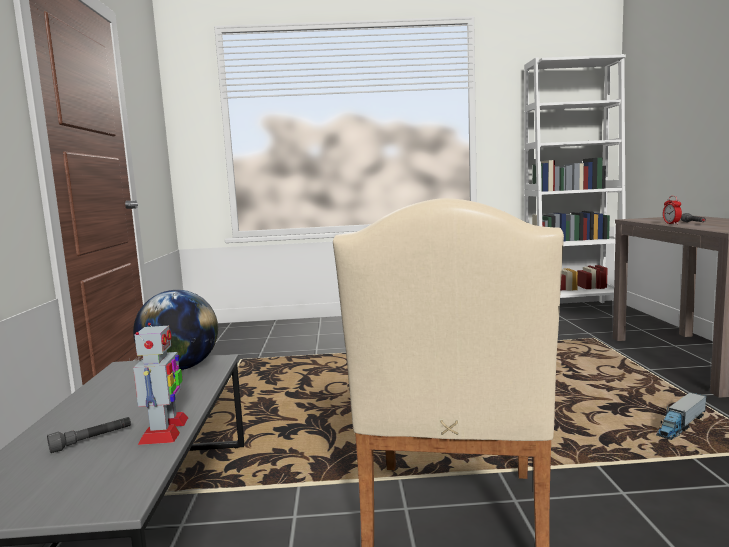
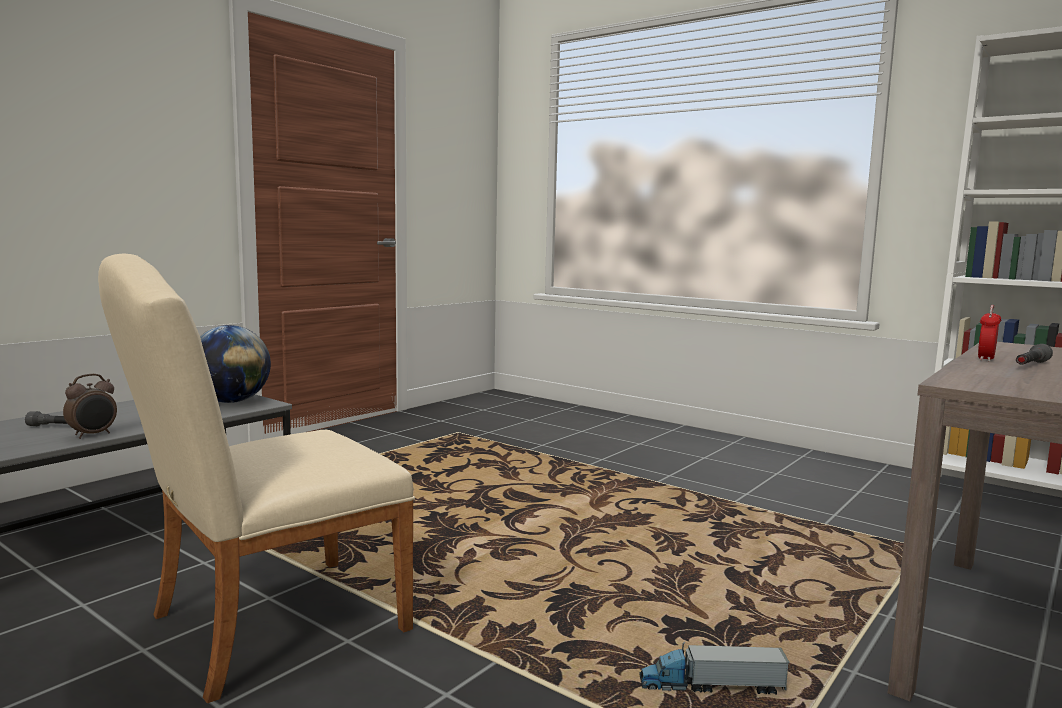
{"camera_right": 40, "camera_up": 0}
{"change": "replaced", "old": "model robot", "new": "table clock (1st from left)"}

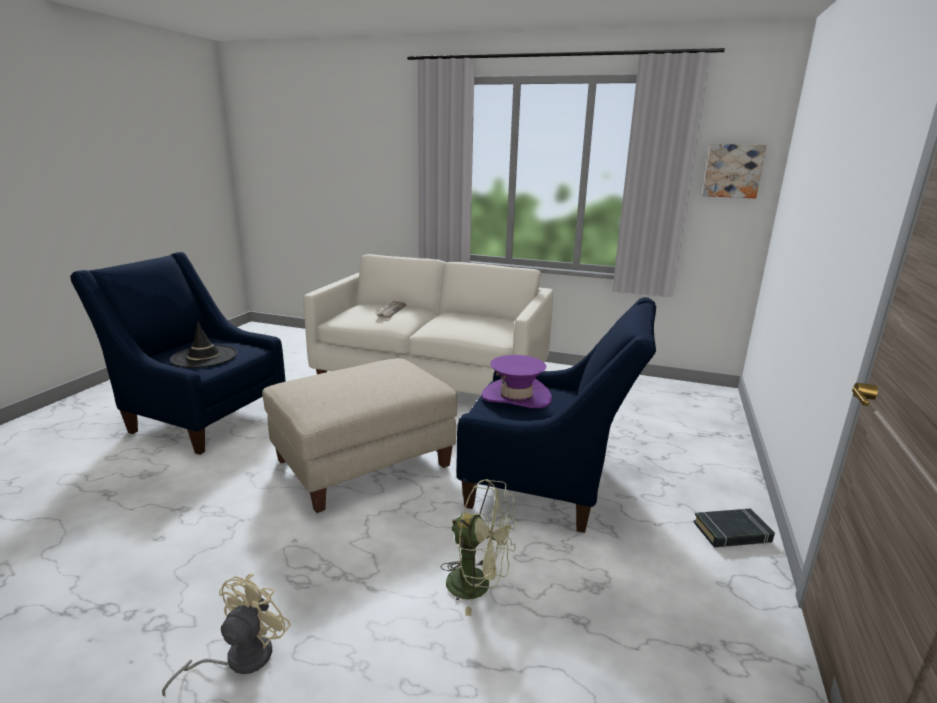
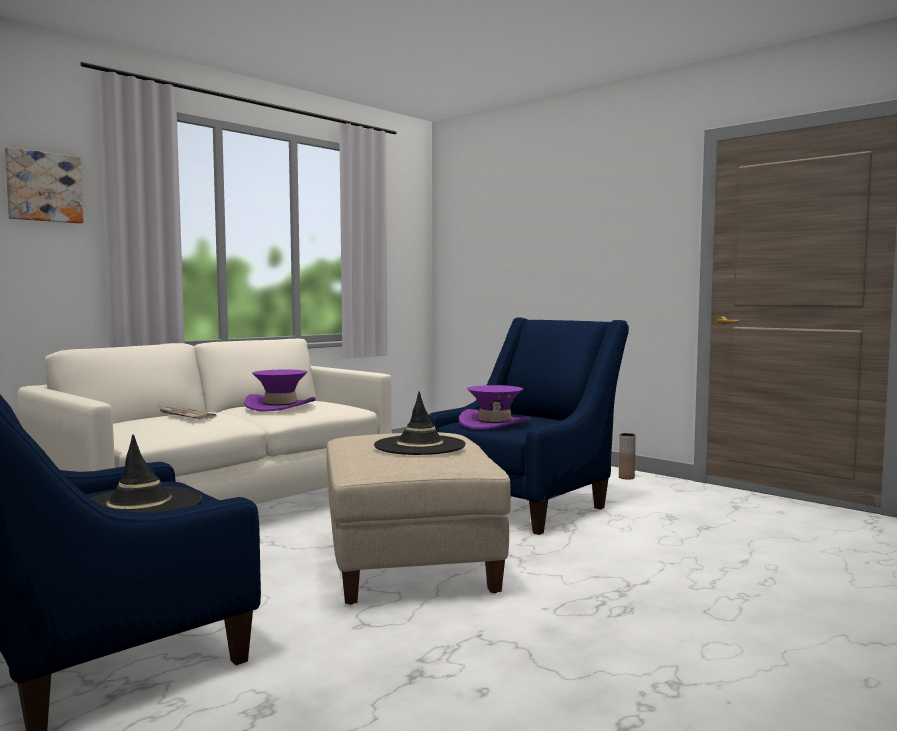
{"camera_right": -65, "camera_up": -15}
{"change": "removed", "old": "cooling fan/sand-coloured"}
{"change": "removed", "old": "cooling fan/greenish"}
{"change": "replaced", "old": "bound book/black", "new": "vase/brown"}
{"change": "moved", "old": "wall picture"}
{"change": "added", "new": "clothing hat/purple-coloured (1st from left)"}
{"change": "added", "new": "clothing hat/black (2nd from left)"}

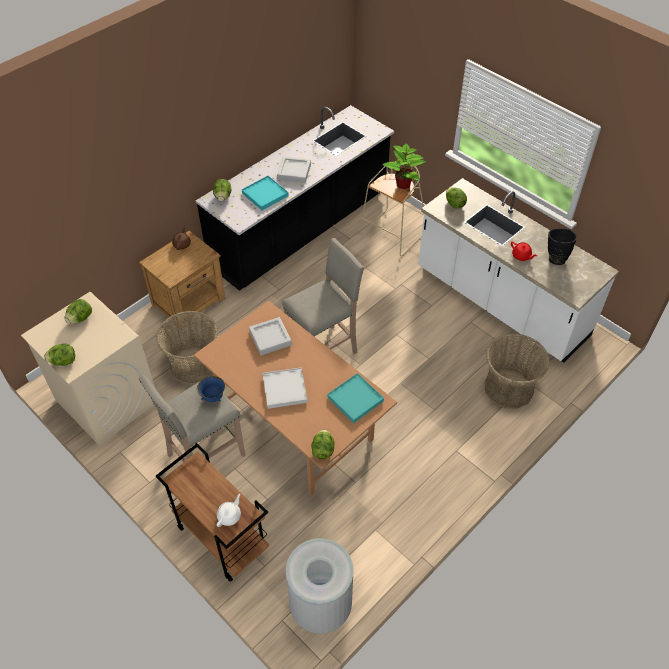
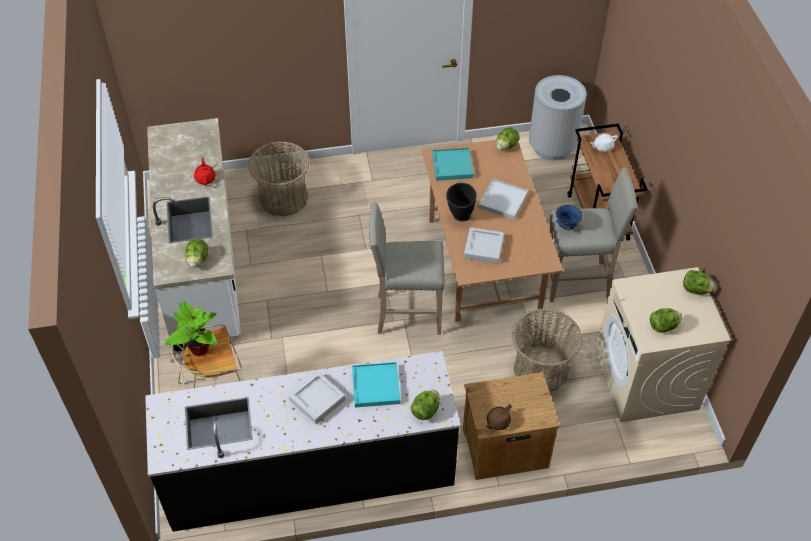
{"camera_right": -145, "camera_up": 0}
{"change": "moved", "old": "vase/black"}

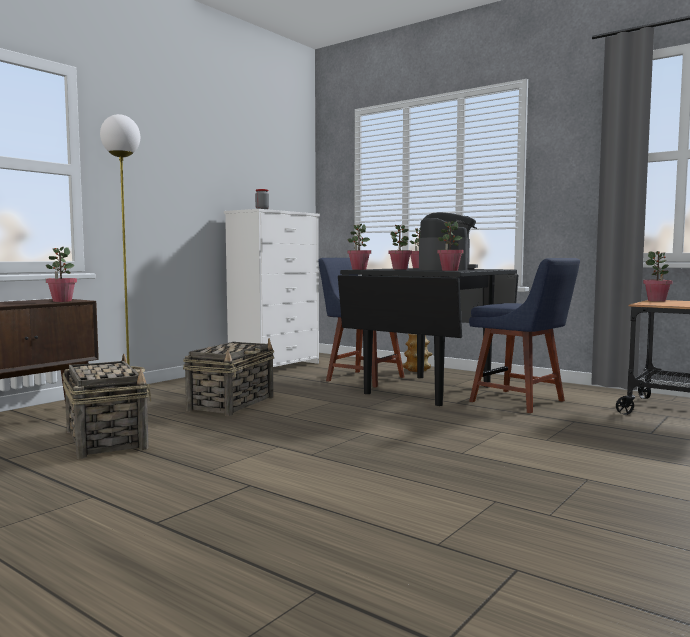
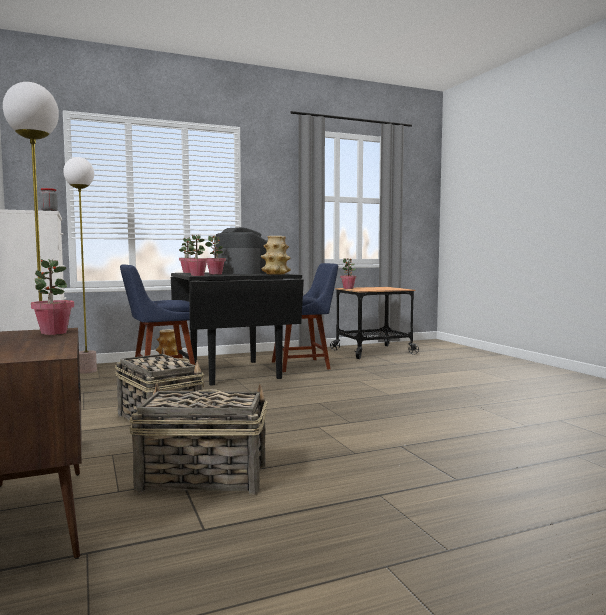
{"camera_right": -60, "camera_up": 0}
{"change": "replaced", "old": "potted plant (5th from left)", "new": "vase (2nd from left)"}
{"change": "added", "new": "floor lamp (2nd from left)"}

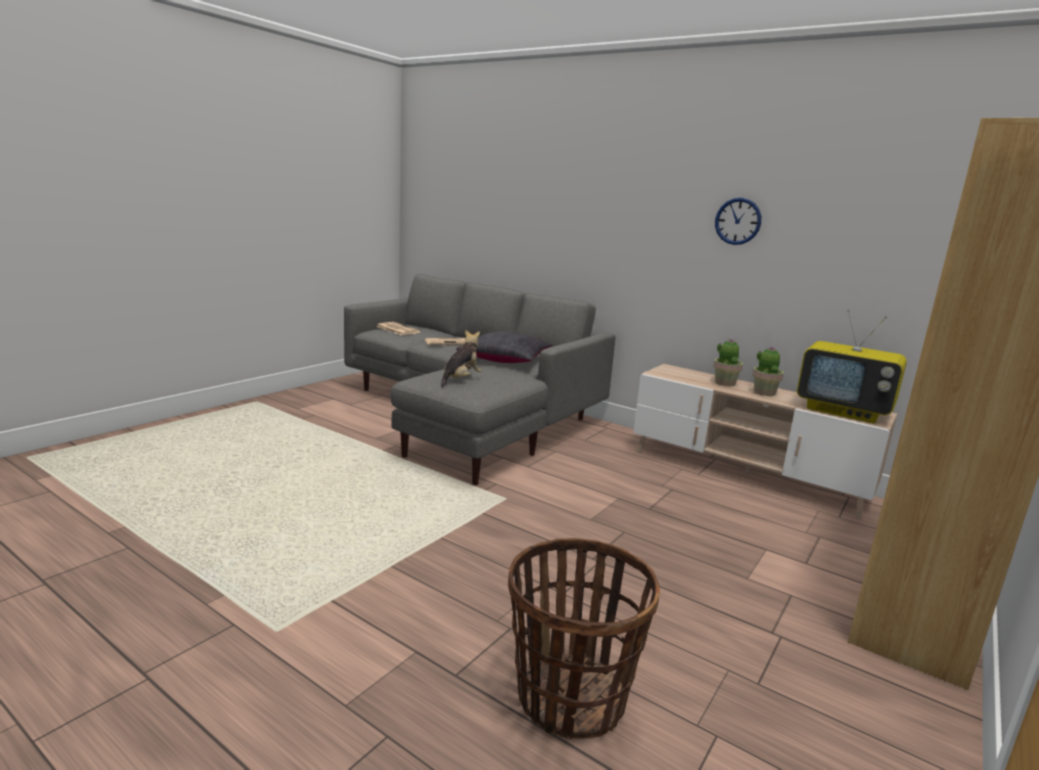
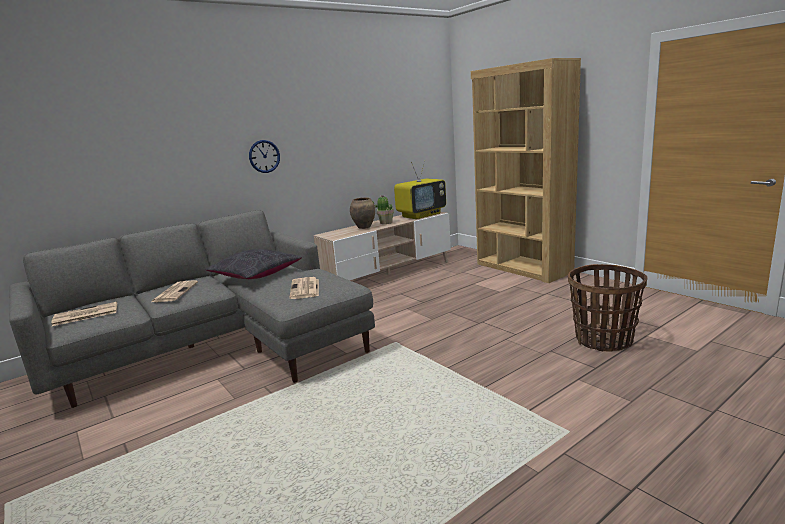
{"camera_right": -70, "camera_up": 0}
{"change": "replaced", "old": "plush toy", "new": "newspaper (3rd from left)"}
{"change": "replaced", "old": "potted plant (1st from left)", "new": "vase/brown"}
{"change": "moved", "old": "wall clock"}

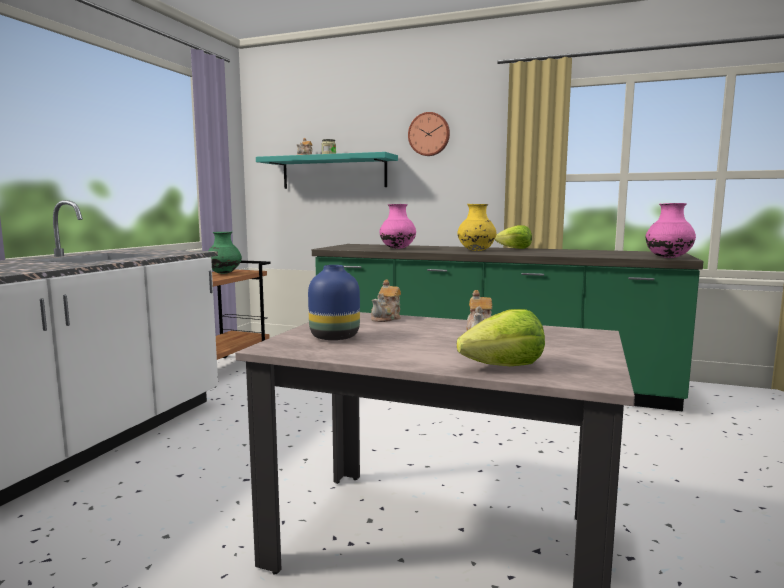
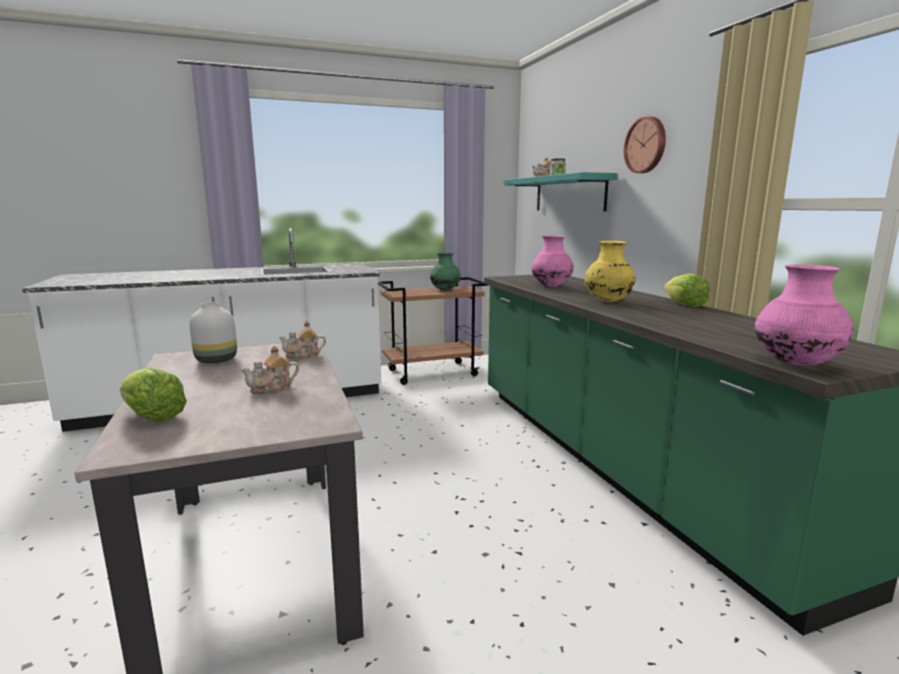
{"camera_right": 50, "camera_up": 5}
{"change": "recoloured", "old": "vase/blue-coloured", "new": "vase/white"}

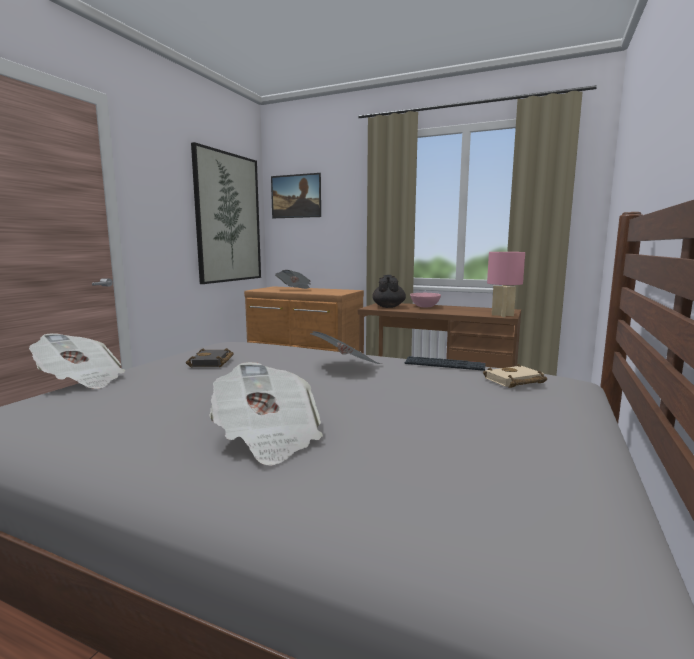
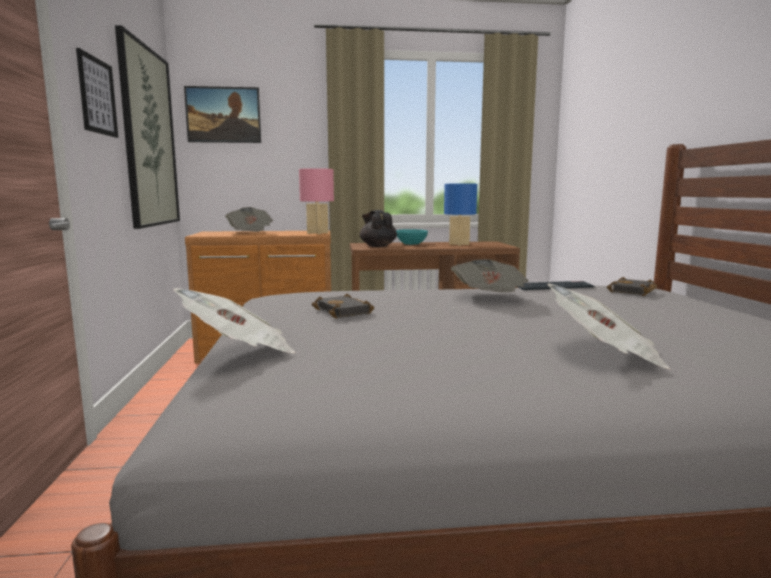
{"camera_right": -30, "camera_up": 0}
{"change": "recoloured", "old": "serving bowl/pink", "new": "serving bowl/turquoise-coloured"}
{"change": "recoloured", "old": "bound book/sand-coloured", "new": "bound book/black (2nd from left)"}
{"change": "moved", "old": "tabletop lamp/pink"}
{"change": "added", "new": "wall picture (1st from left)"}
{"change": "added", "new": "tabletop lamp/blue-coloured"}

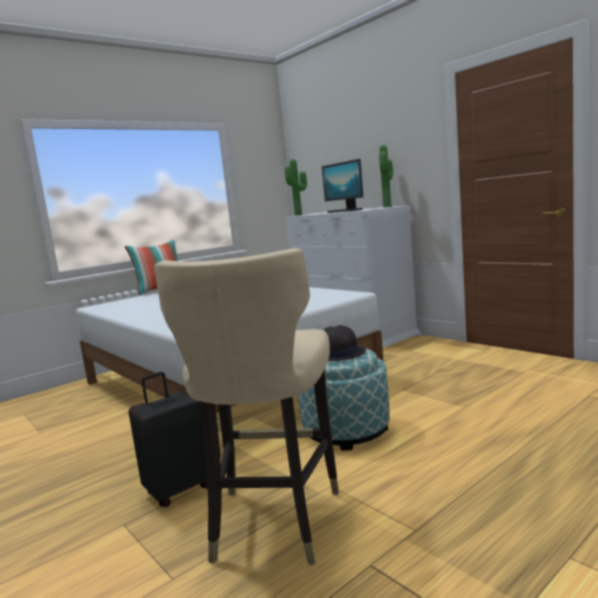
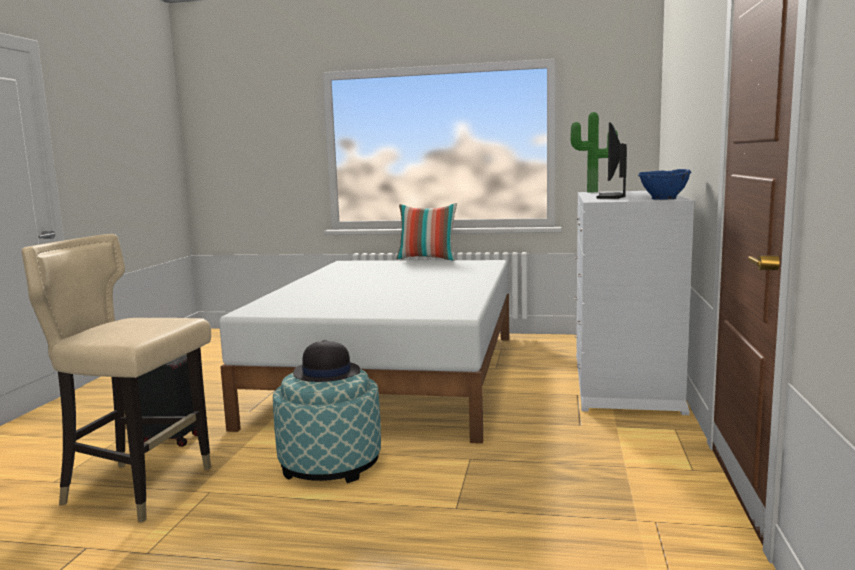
{"camera_right": 50, "camera_up": 0}
{"change": "turned", "old": "upright chair/sand-coloured", "degrees": 45}
{"change": "replaced", "old": "potted plant (2nd from left)", "new": "serving bowl/blue-coloured"}

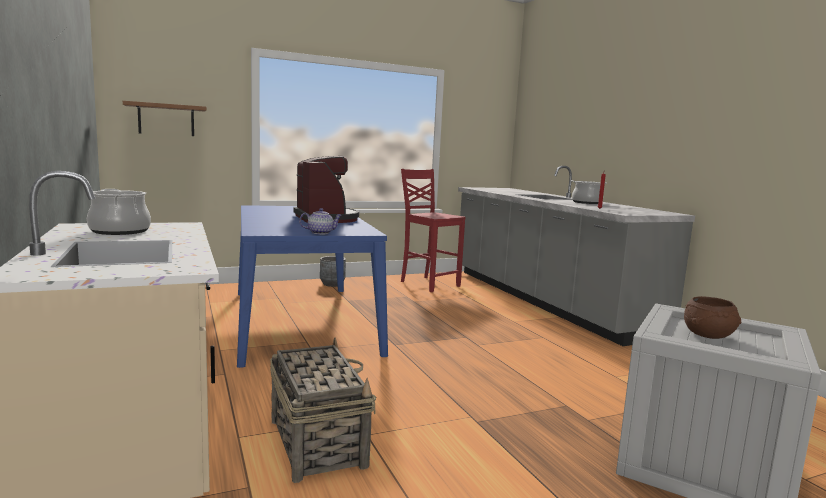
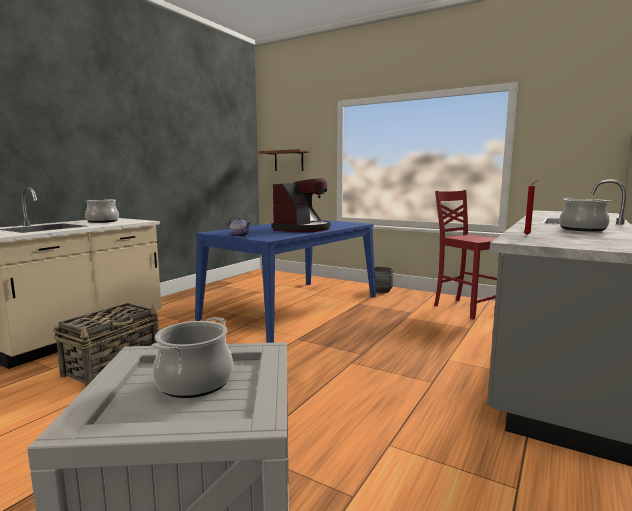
{"camera_right": 55, "camera_up": 0}
{"change": "turned", "old": "upright chair/red-coloured", "degrees": -45}
{"change": "replaced", "old": "serving bowl/brown", "new": "stockpot (2nd from left)"}

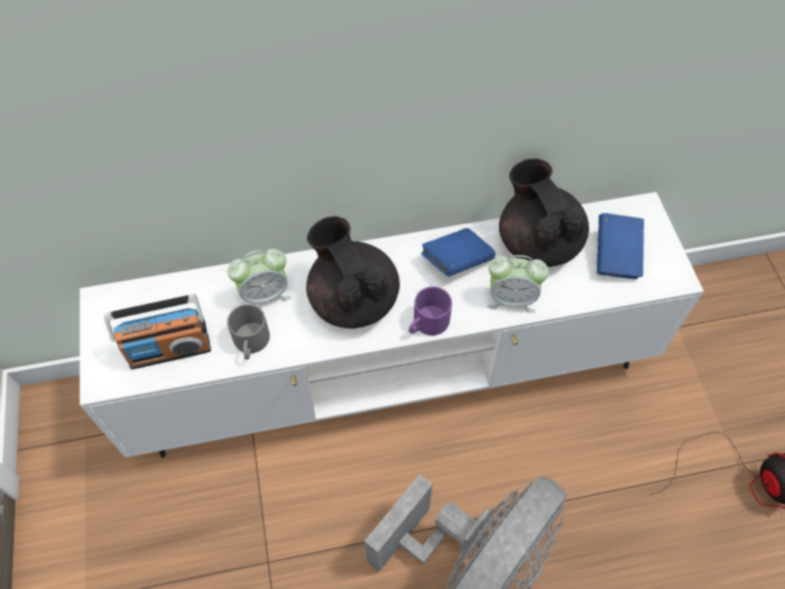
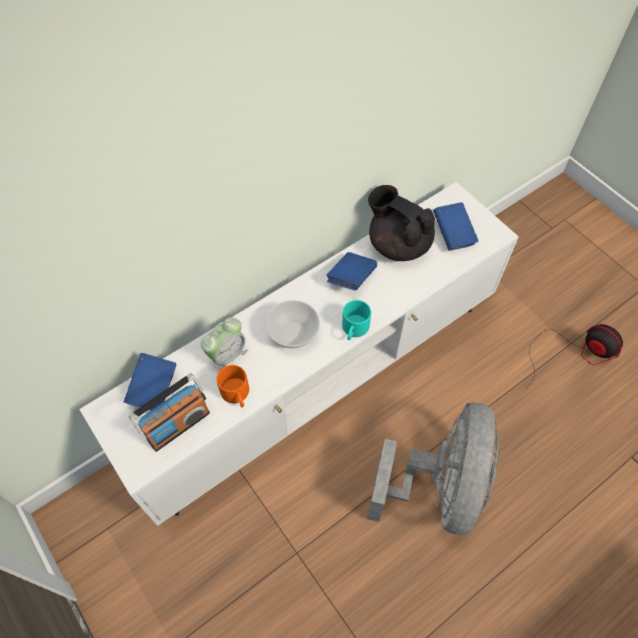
{"camera_right": -25, "camera_up": 0}
{"change": "recoloured", "old": "mug/gray", "new": "mug/orange"}
{"change": "replaced", "old": "teapot/black (1st from left)", "new": "serving bowl"}
{"change": "recoloured", "old": "mug/purple-coloured", "new": "mug/turquoise-coloured"}
{"change": "removed", "old": "table clock (2nd from left)"}
{"change": "added", "new": "bound book/blue-coloured (1st from left)"}

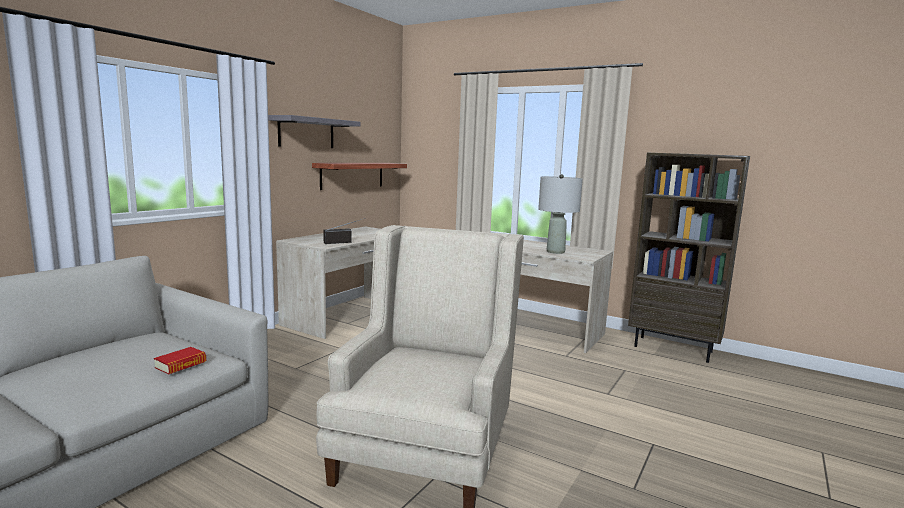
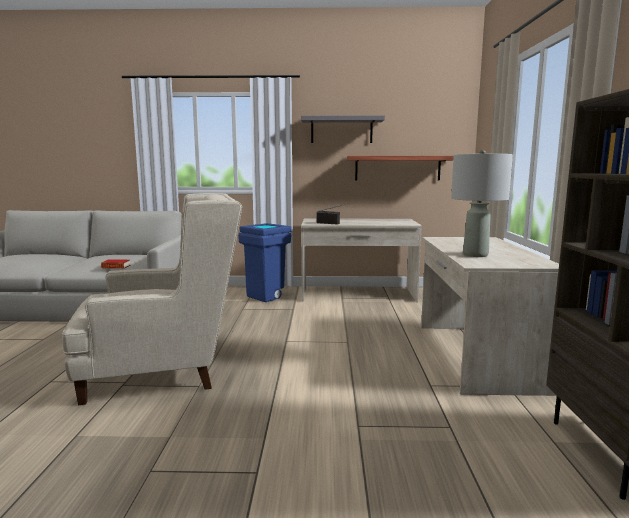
{"camera_right": 60, "camera_up": 0}
{"change": "added", "new": "trash can/blue-coloured"}

